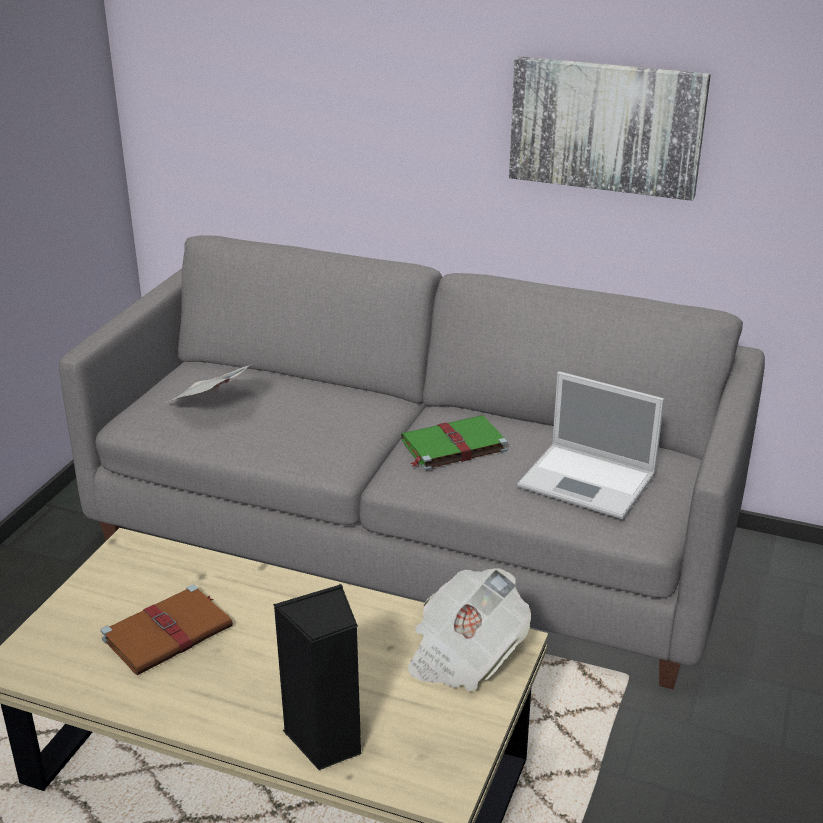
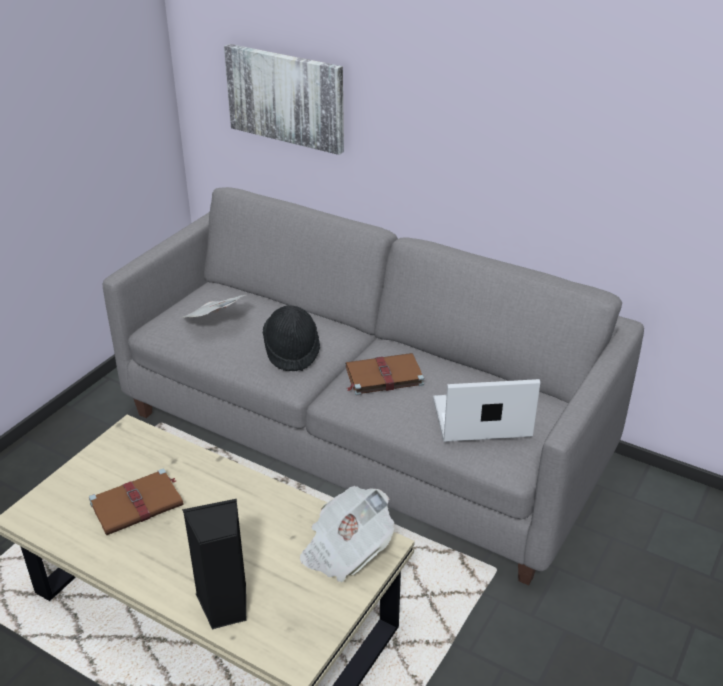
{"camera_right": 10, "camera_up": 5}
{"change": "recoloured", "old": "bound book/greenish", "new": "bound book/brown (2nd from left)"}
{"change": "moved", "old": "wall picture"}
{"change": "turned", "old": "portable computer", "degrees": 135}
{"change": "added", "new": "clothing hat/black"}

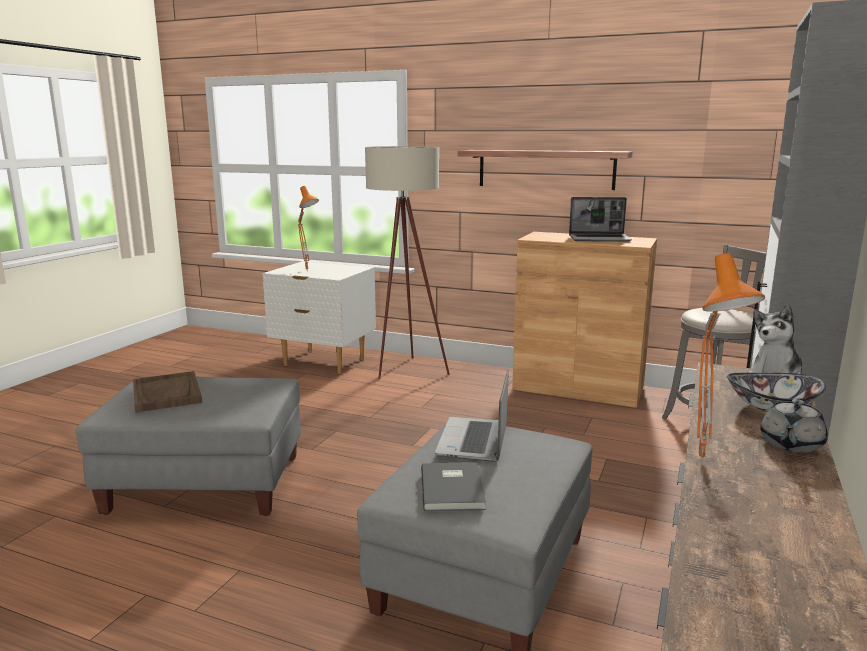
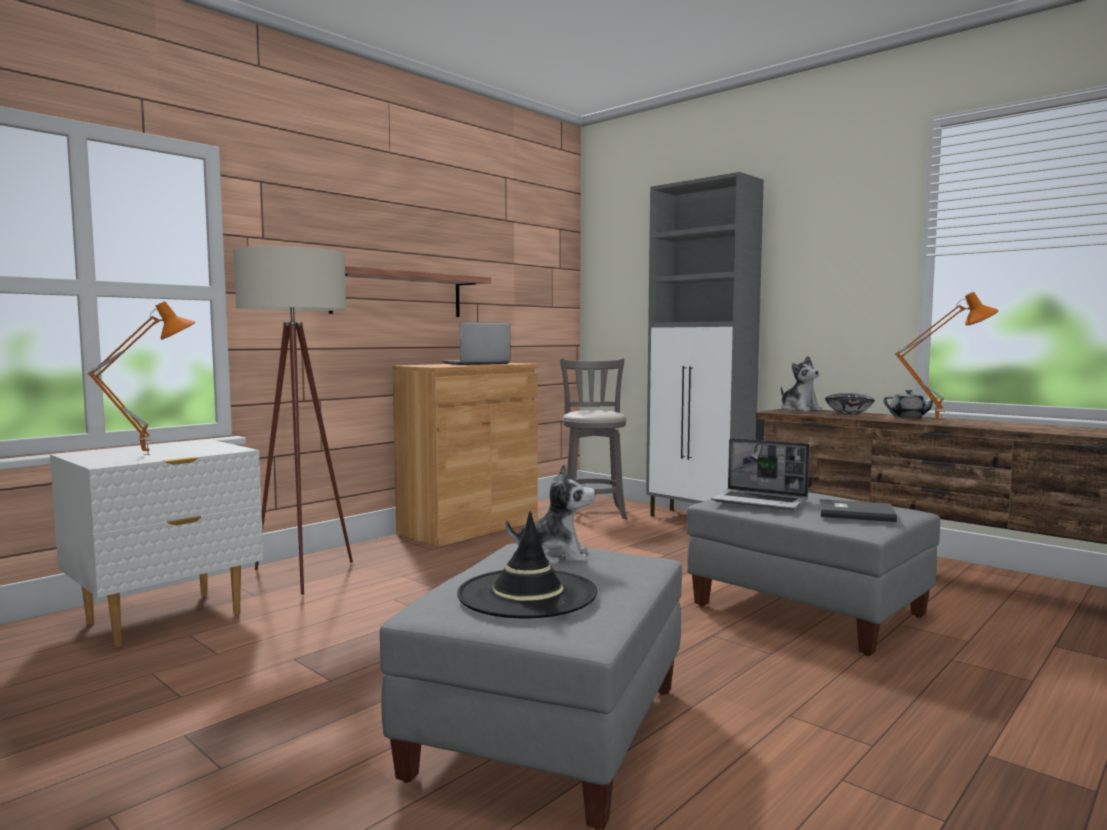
{"camera_right": -70, "camera_up": -10}
{"change": "replaced", "old": "tray/brown", "new": "clothing hat/black"}
{"change": "turned", "old": "portable computer (2nd from left in the first image)", "degrees": -150}
{"change": "added", "new": "plush toy (1st from left)"}

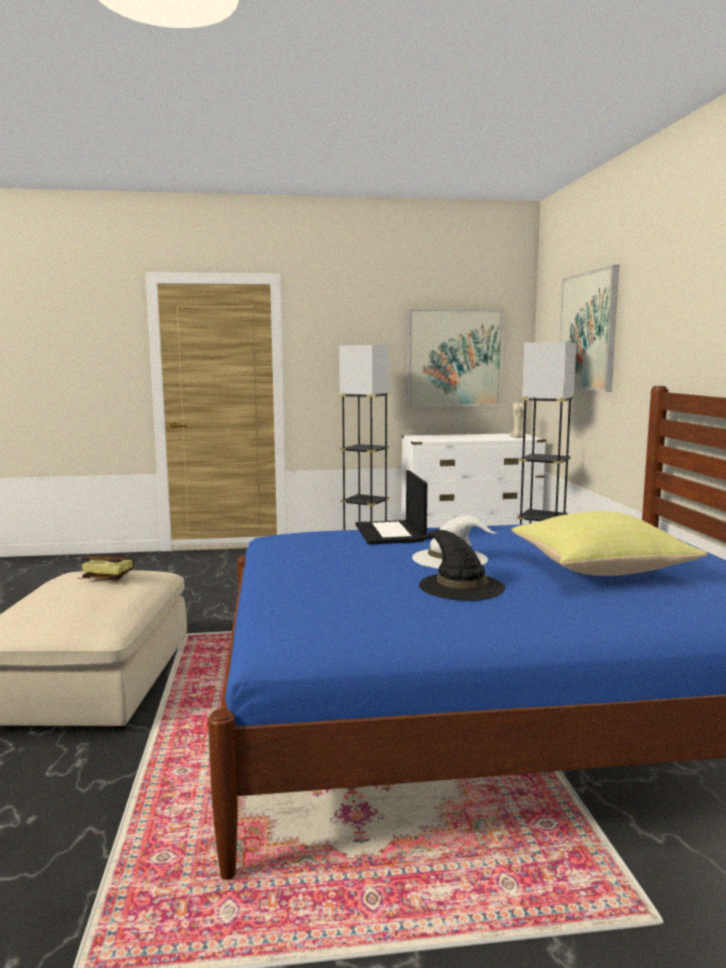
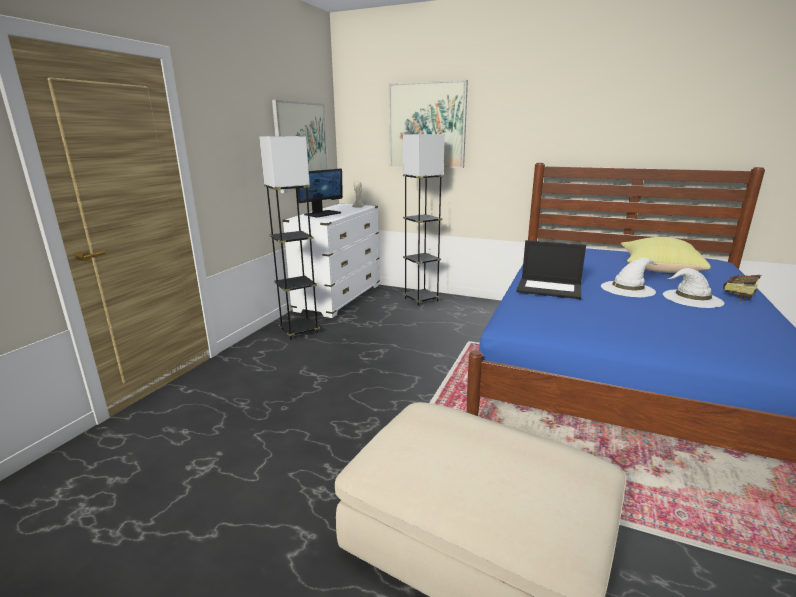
{"camera_right": -60, "camera_up": 10}
{"change": "moved", "old": "bound book"}
{"change": "recoloured", "old": "clothing hat/black", "new": "clothing hat/white (2nd from left)"}
{"change": "added", "new": "monitor"}

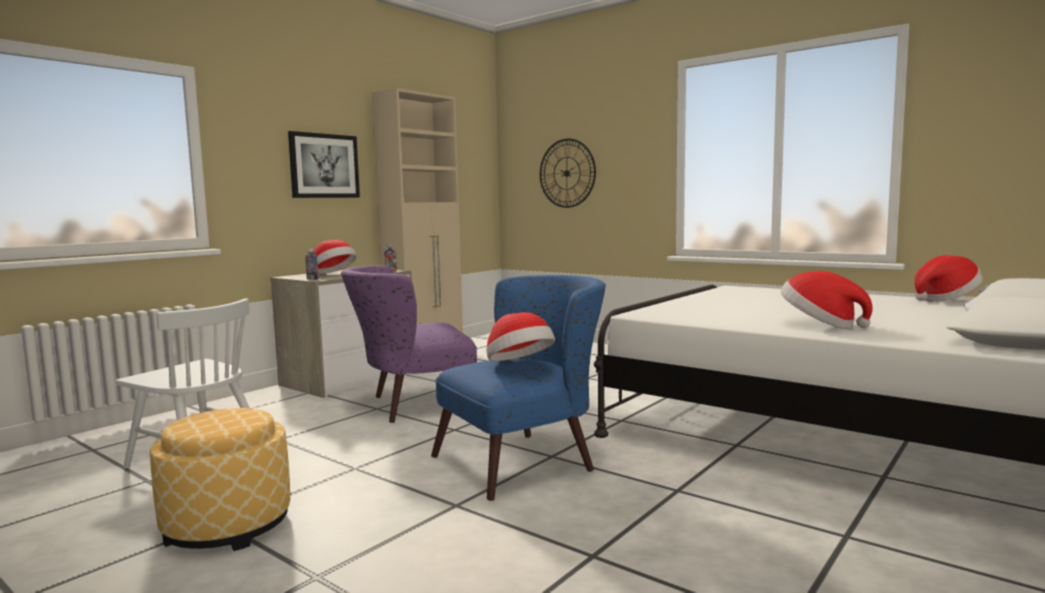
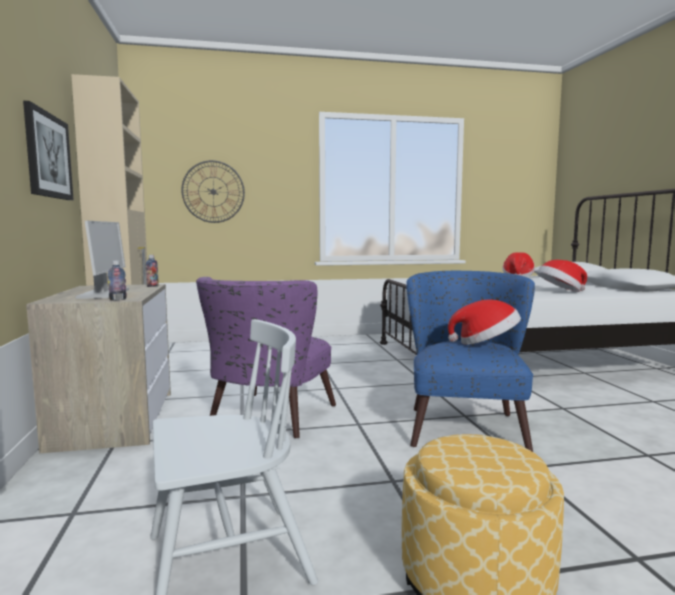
{"camera_right": -50, "camera_up": 0}
{"change": "replaced", "old": "clothing hat (1st from left)", "new": "monitor"}

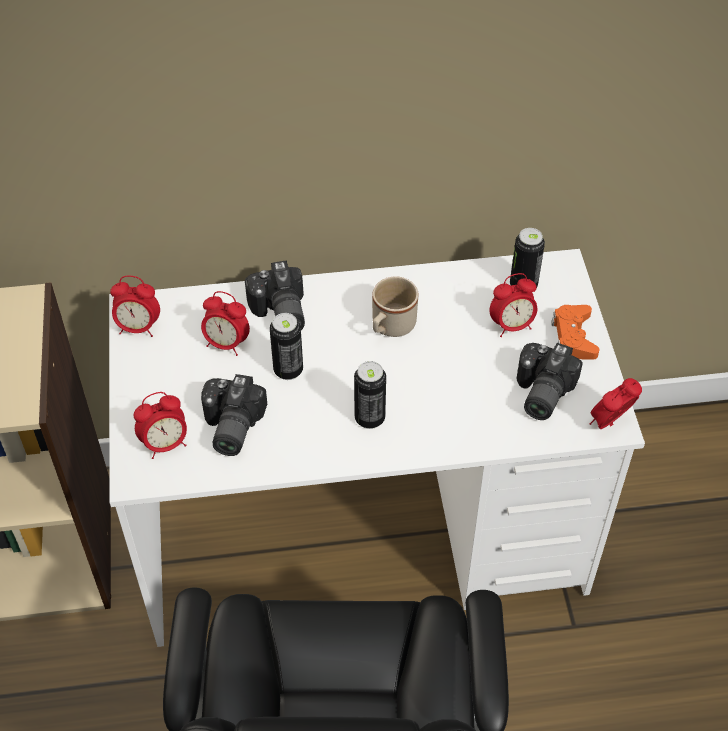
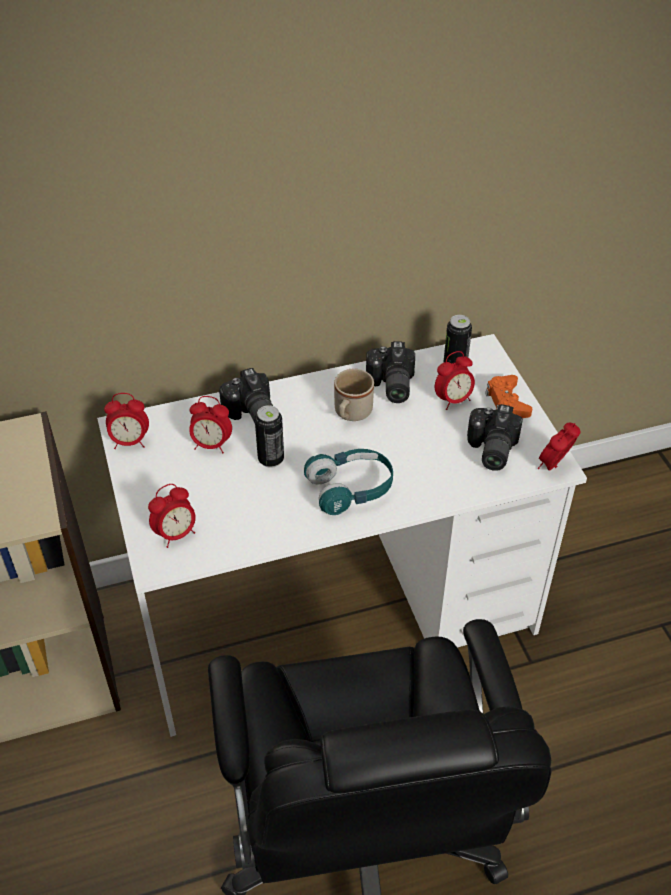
{"camera_right": -10, "camera_up": -5}
{"change": "moved", "old": "still camera (1st from left in the first image)", "new": "still camera (2nd from left)"}
{"change": "replaced", "old": "sealed can (2nd from left)", "new": "pair of headphones/turquoise-coloured"}

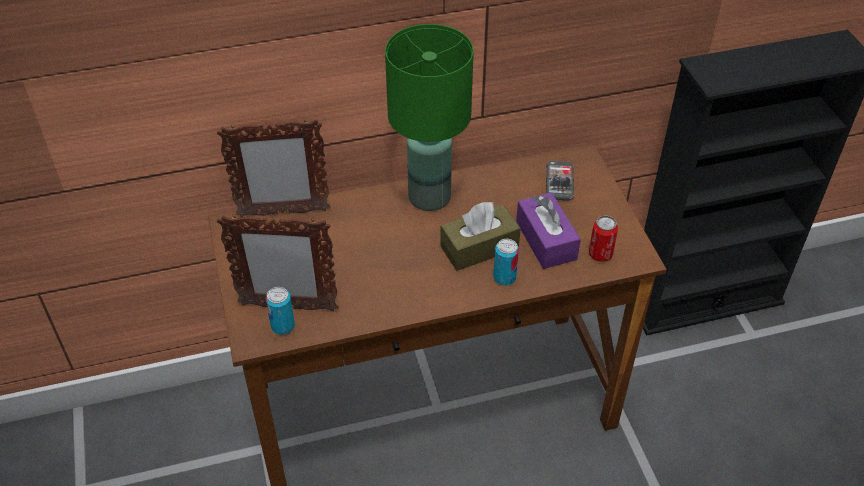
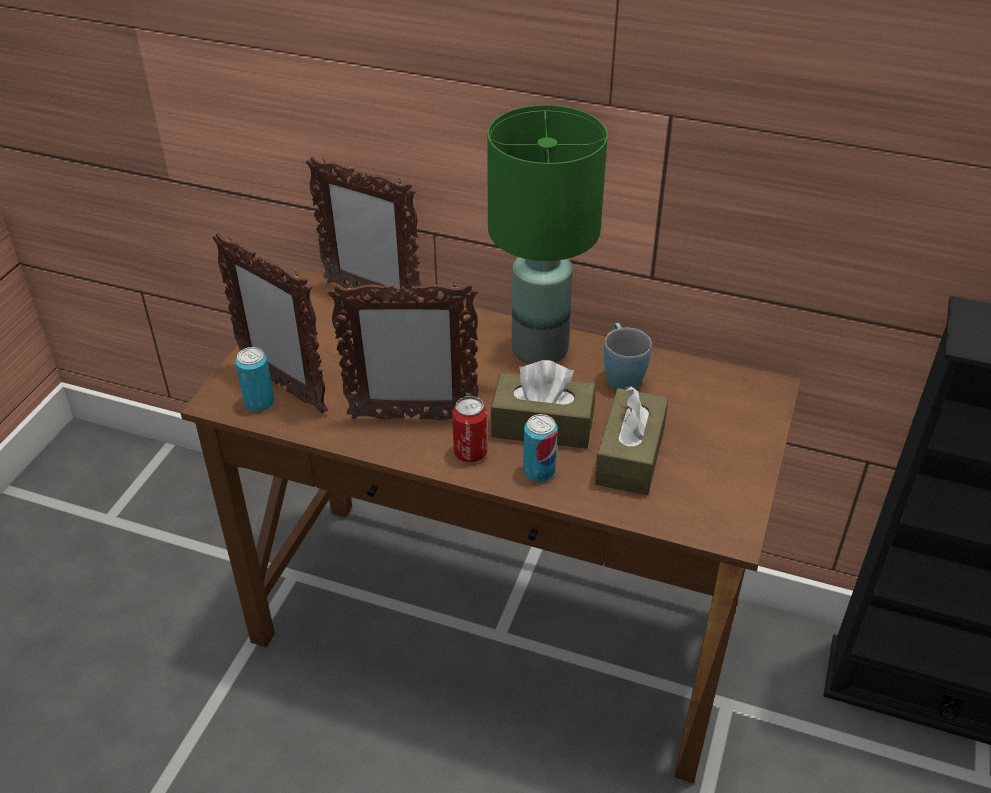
{"camera_right": 35, "camera_up": -5}
{"change": "recoloured", "old": "tissue box/purple-coloured", "new": "tissue box/brown (2nd from left)"}
{"change": "removed", "old": "telephone"}
{"change": "moved", "old": "sealed can (3rd from left in the first image)", "new": "sealed can (2nd from left)"}
{"change": "added", "new": "picture frame (3rd from left)"}
{"change": "added", "new": "mug/blue-coloured"}

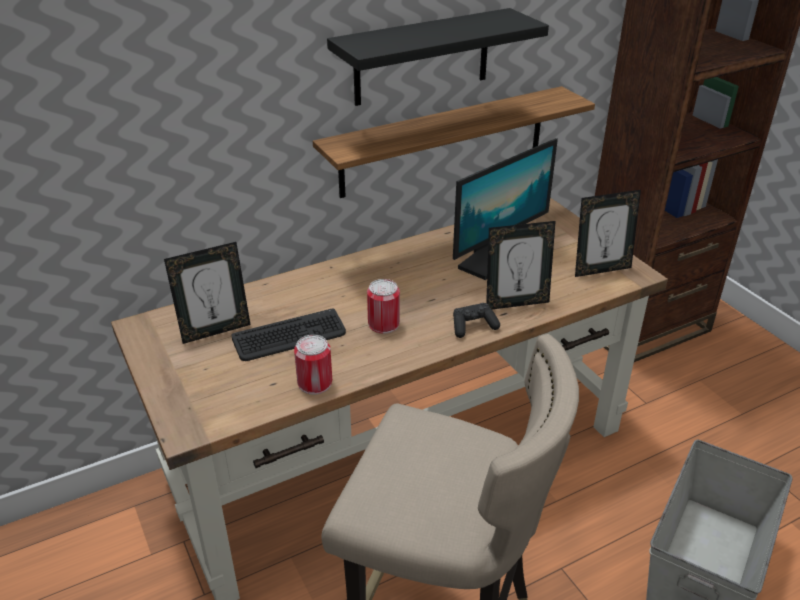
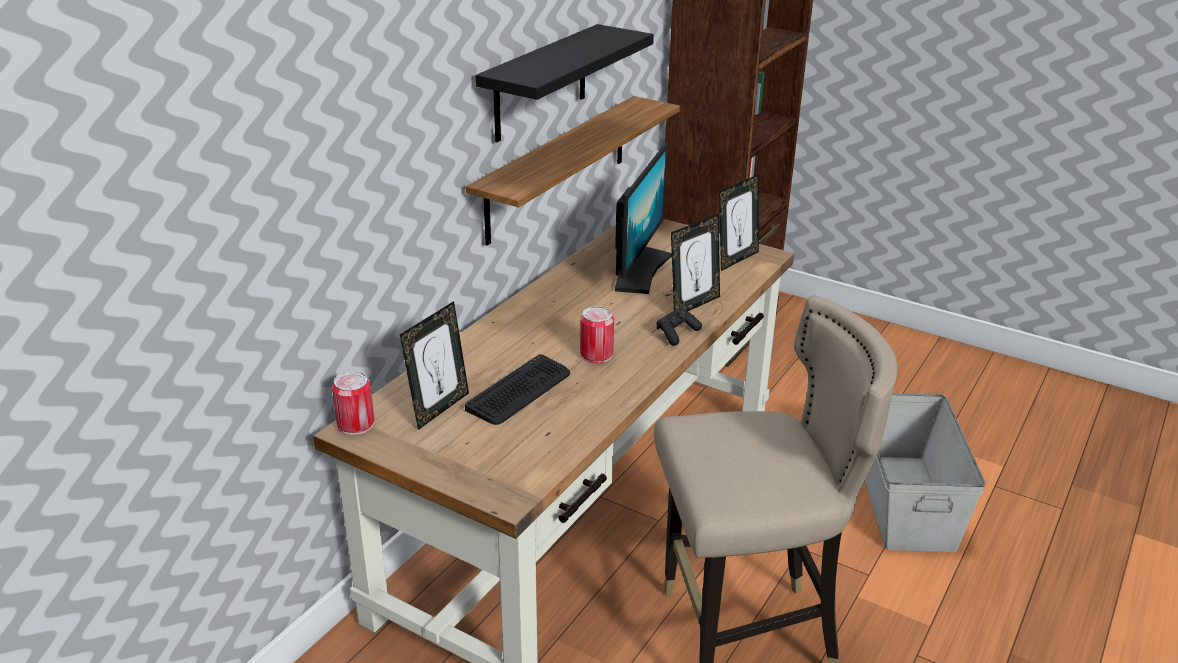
{"camera_right": -30, "camera_up": -5}
{"change": "moved", "old": "sealed can (1st from left)"}

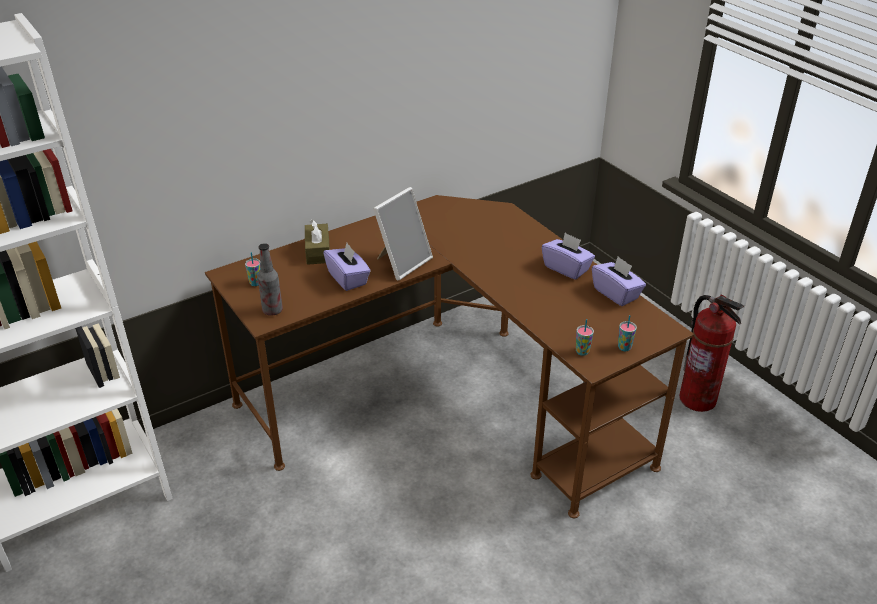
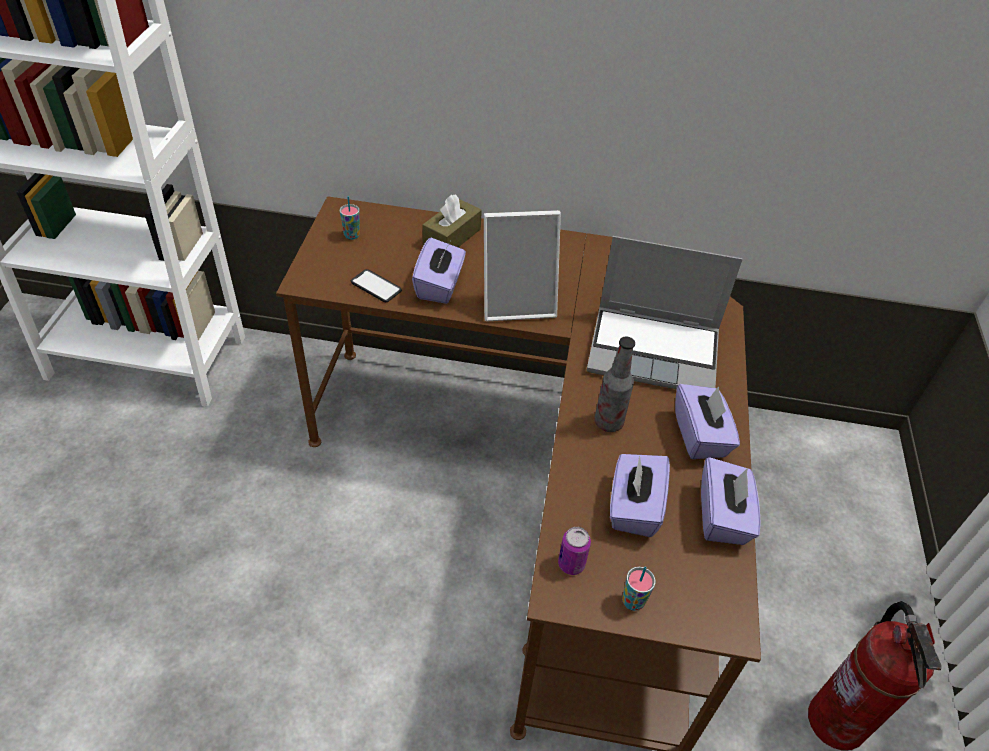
{"camera_right": 40, "camera_up": 10}
{"change": "moved", "old": "drink bottle"}
{"change": "replaced", "old": "drinking cup (2nd from left)", "new": "sealed can"}
{"change": "added", "new": "telephone"}
{"change": "added", "new": "portable computer"}
{"change": "added", "new": "tissue box/purple-coloured (2nd from left)"}

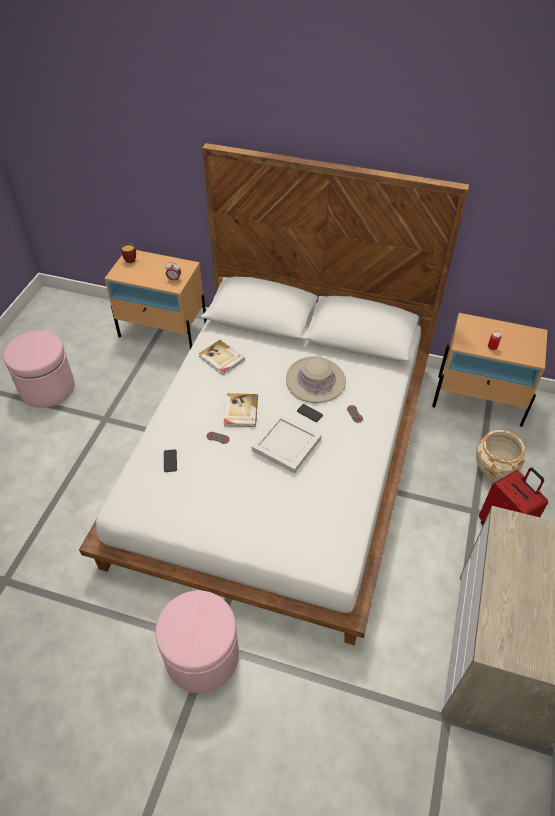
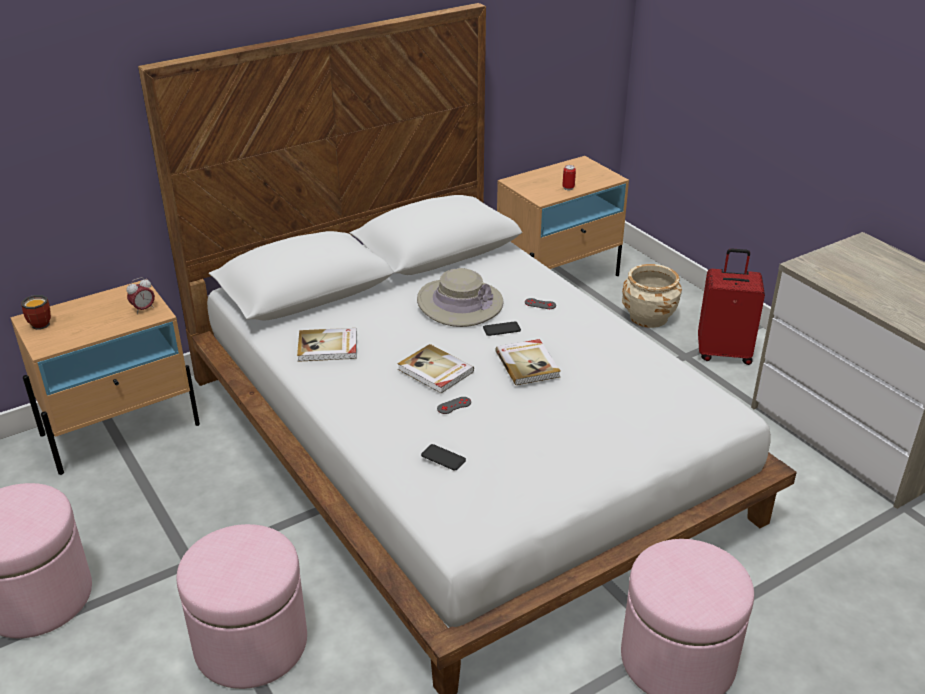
{"camera_right": -50, "camera_up": -15}
{"change": "replaced", "old": "tray/white", "new": "bound book (3rd from left)"}
{"change": "added", "new": "ottoman/pink (2nd from left)"}

